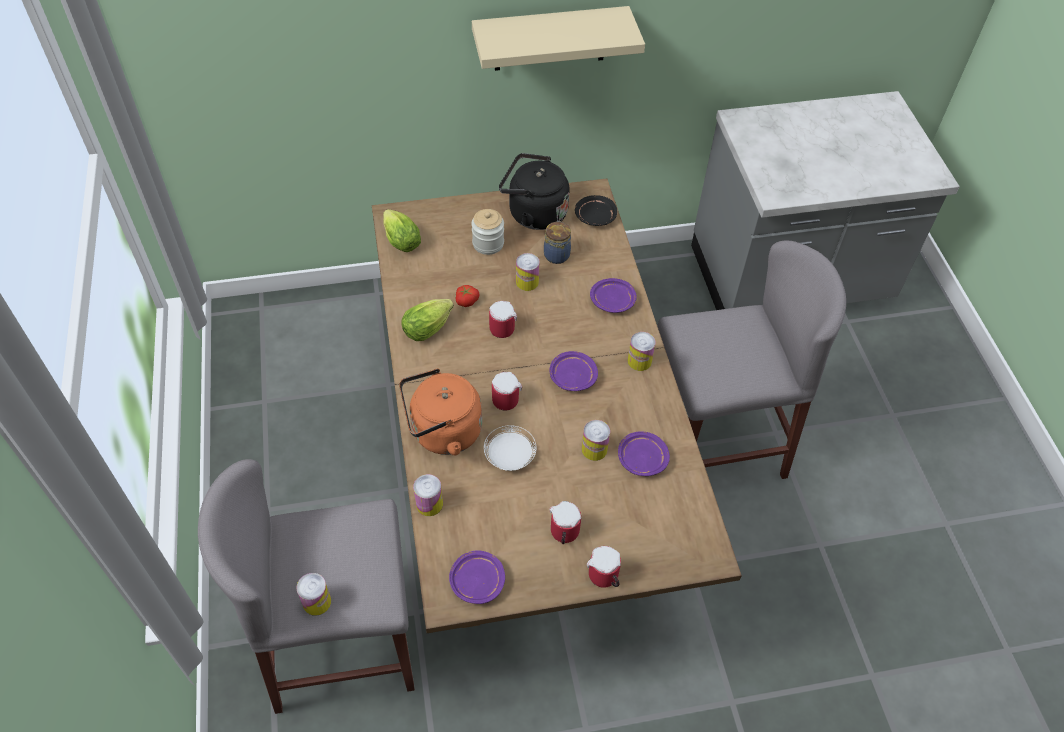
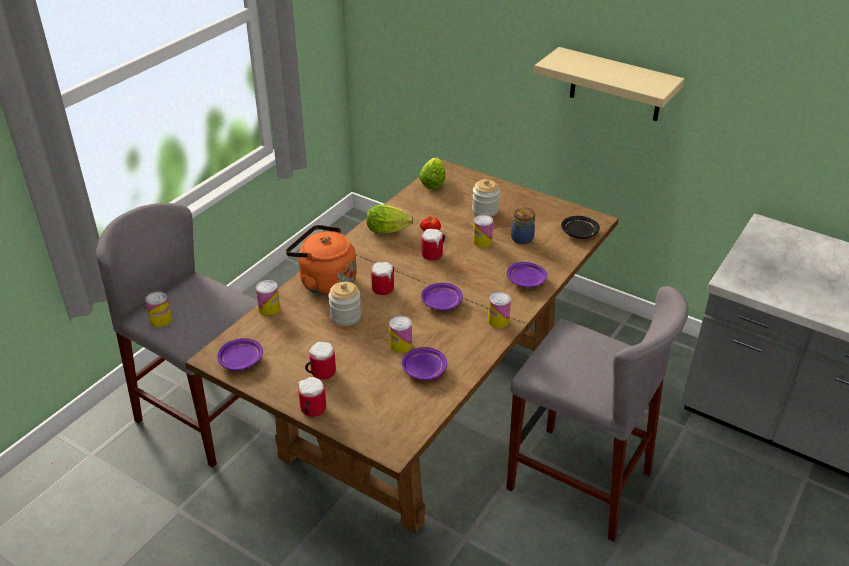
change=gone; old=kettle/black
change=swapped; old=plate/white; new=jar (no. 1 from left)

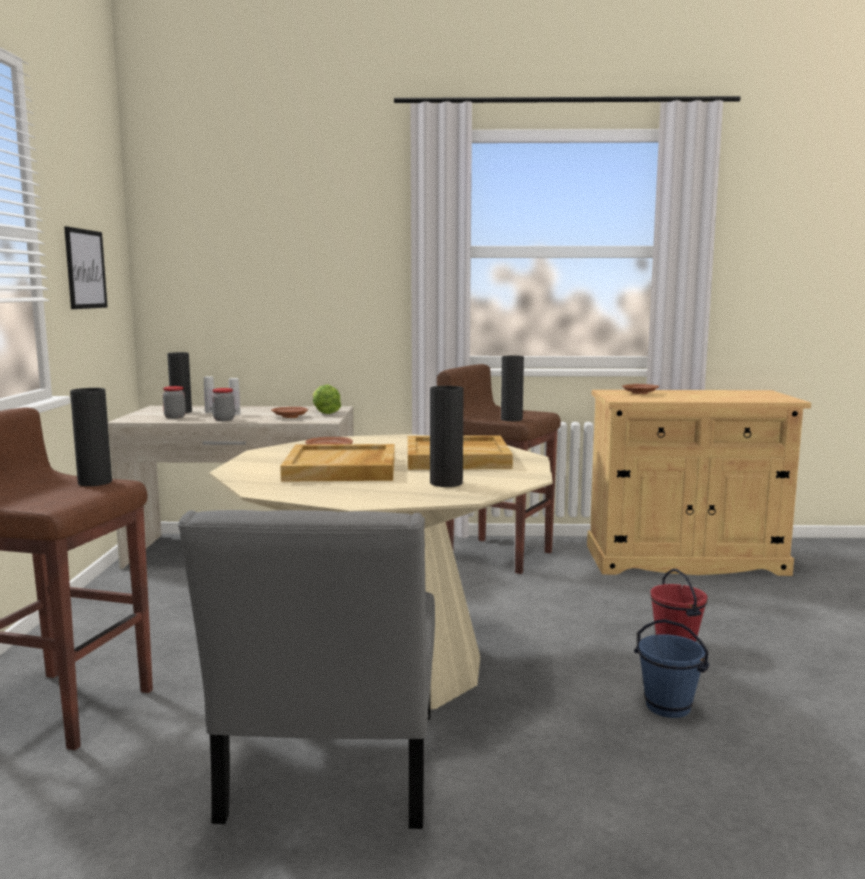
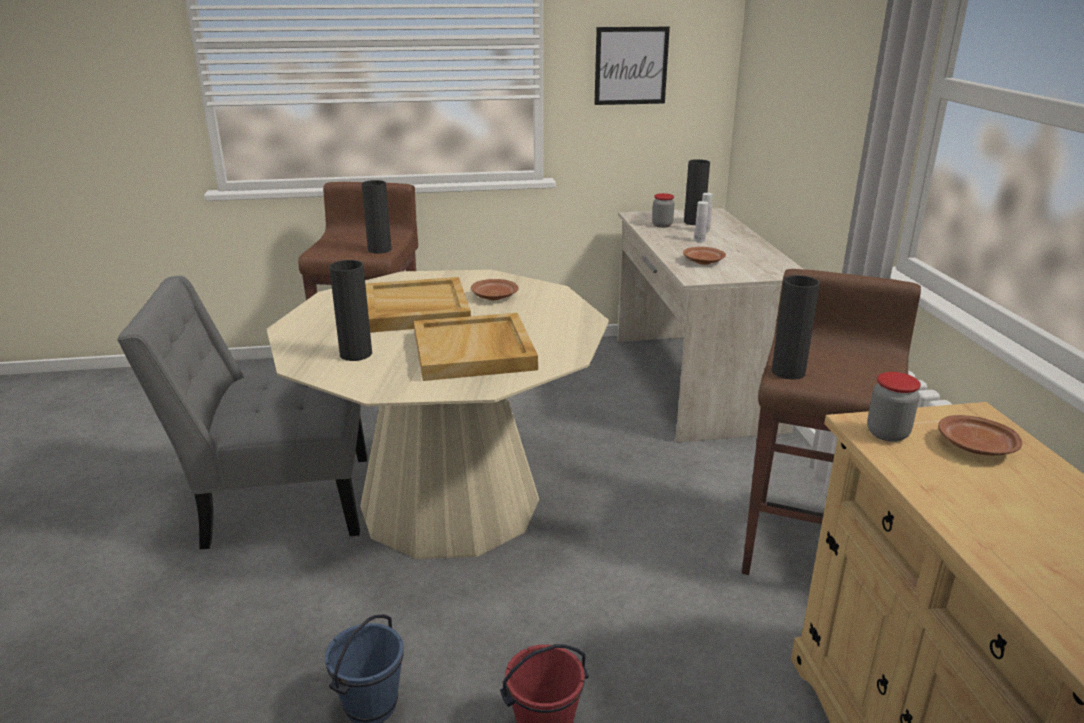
change=gone; old=lettuce
change=shifted; old=jar (no. 2 from left)

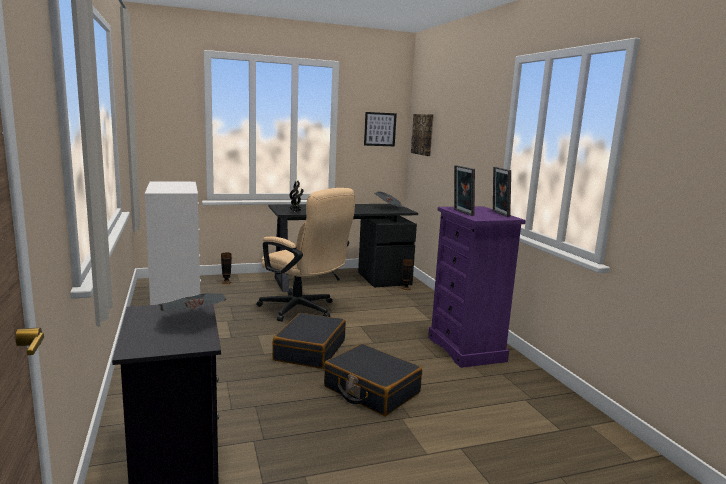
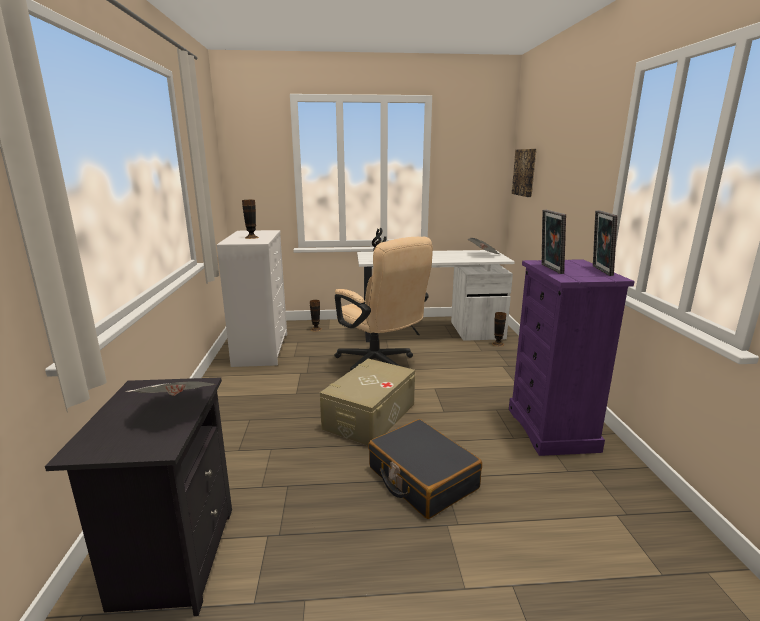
change=gone; old=picture (no. 1 from left)
change=new; new=vase (no. 1 from left)
change=swapped; old=suitcase/black (no. 1 from left); new=storage box/beige
change=repainted; old=desk/black; new=desk/white

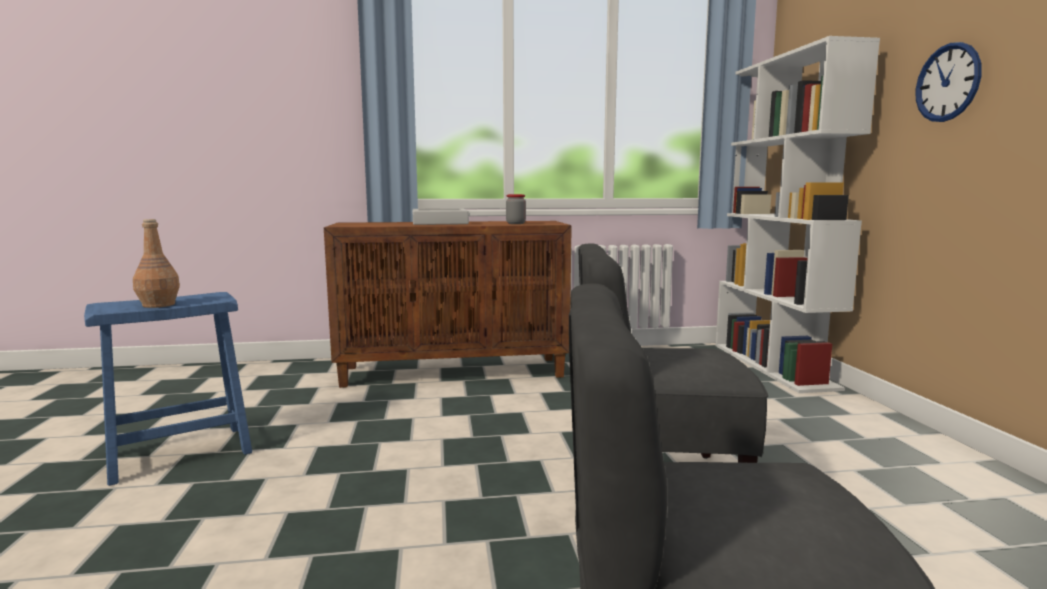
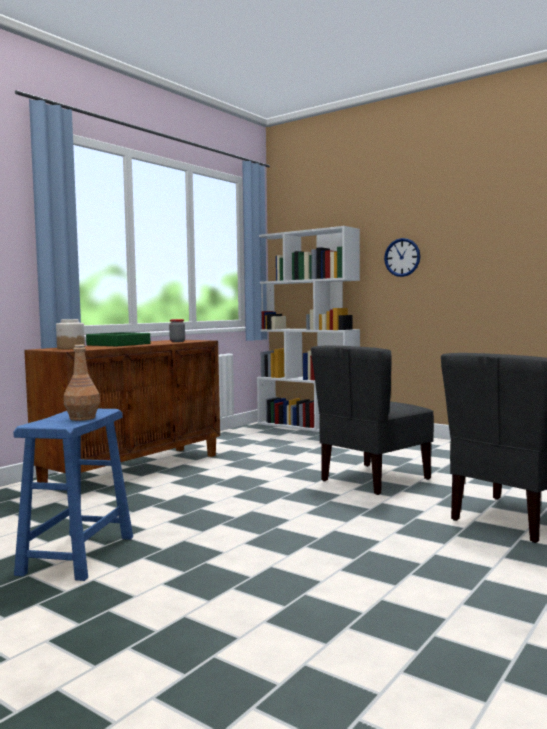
change=new; new=jar (no. 1 from left)
change=repainted; old=tray/grey; new=tray/green

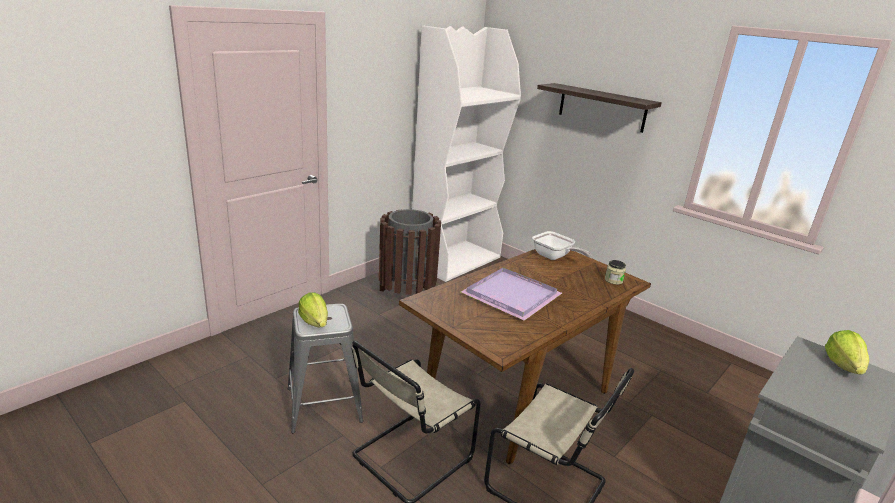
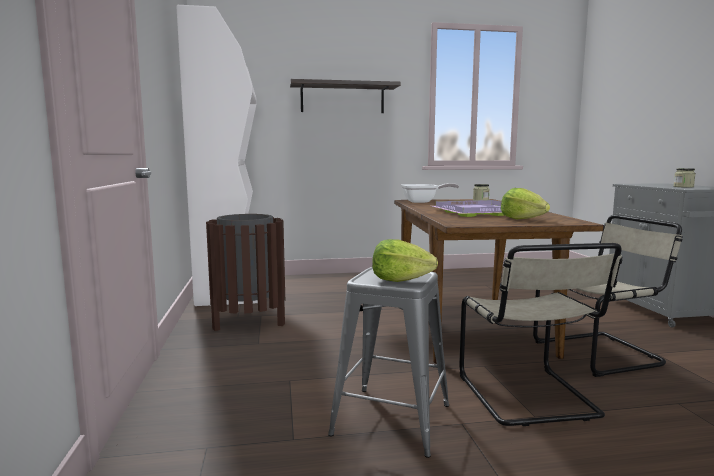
change=new; new=jar (no. 2 from left)
change=shifted; old=lettuce (no. 2 from left)

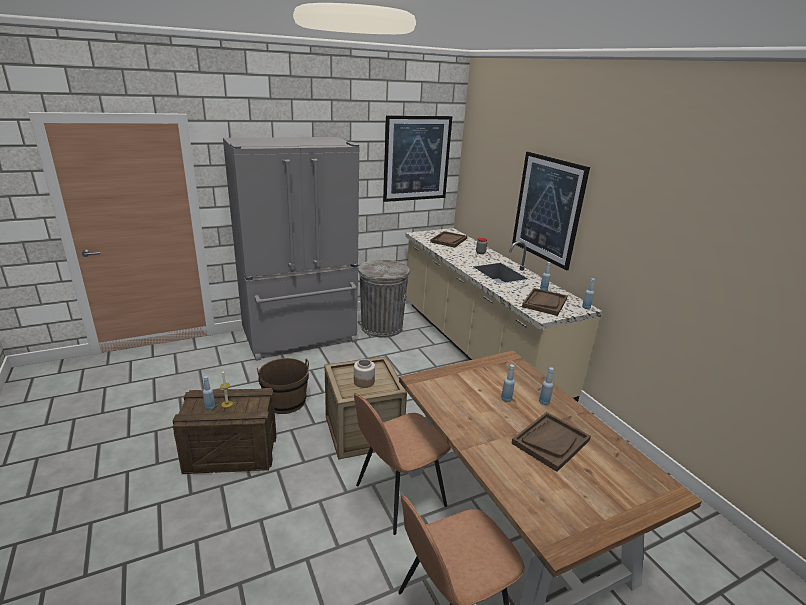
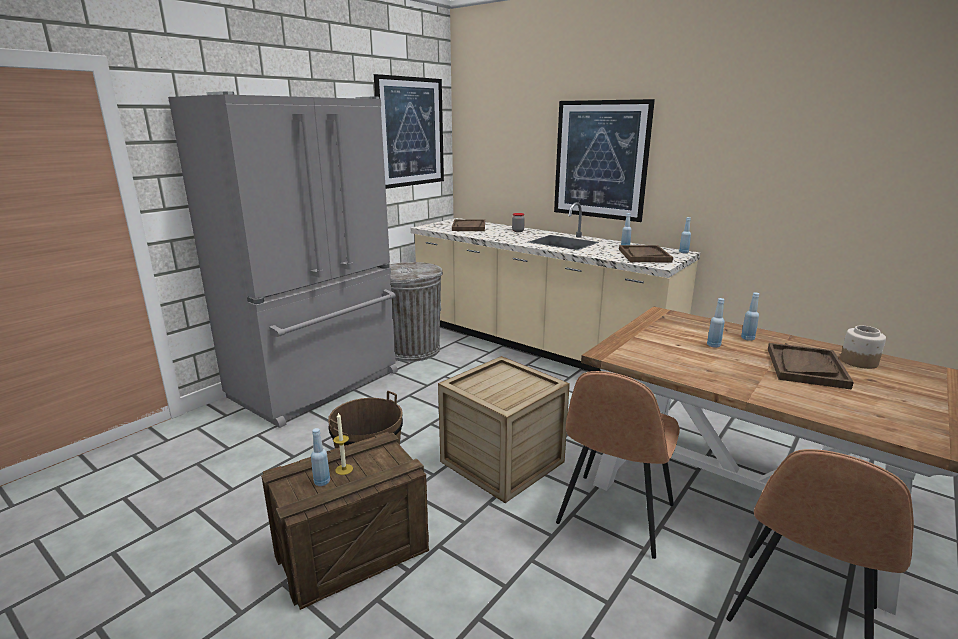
change=shifted; old=jar (no. 1 from left in the first image); new=jar (no. 2 from left)

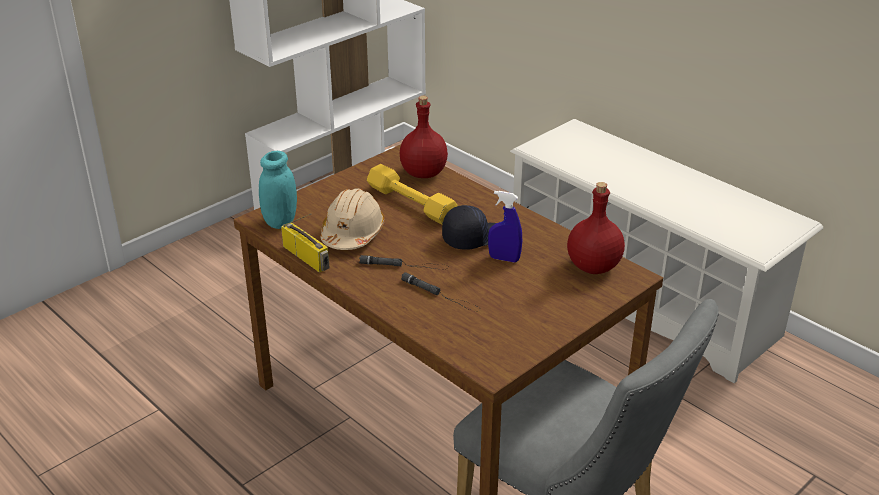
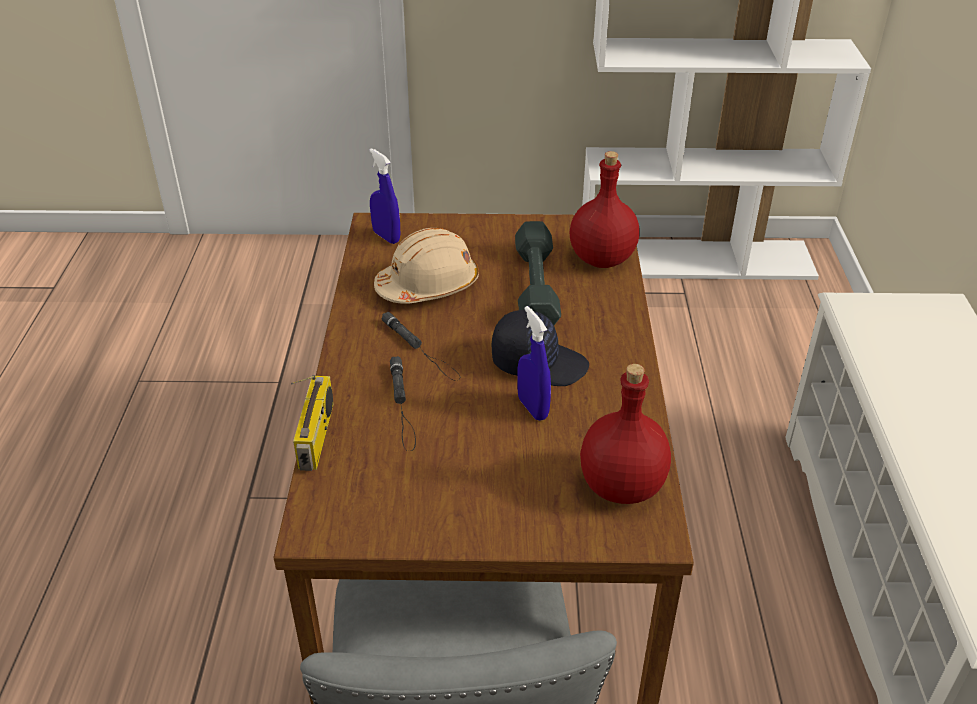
change=shifted; old=radio
change=swapped; old=jar/turquoise; new=spray bottle/blue (no. 1 from left)
change=repainted; old=dumbbell/yellow; new=dumbbell/grey

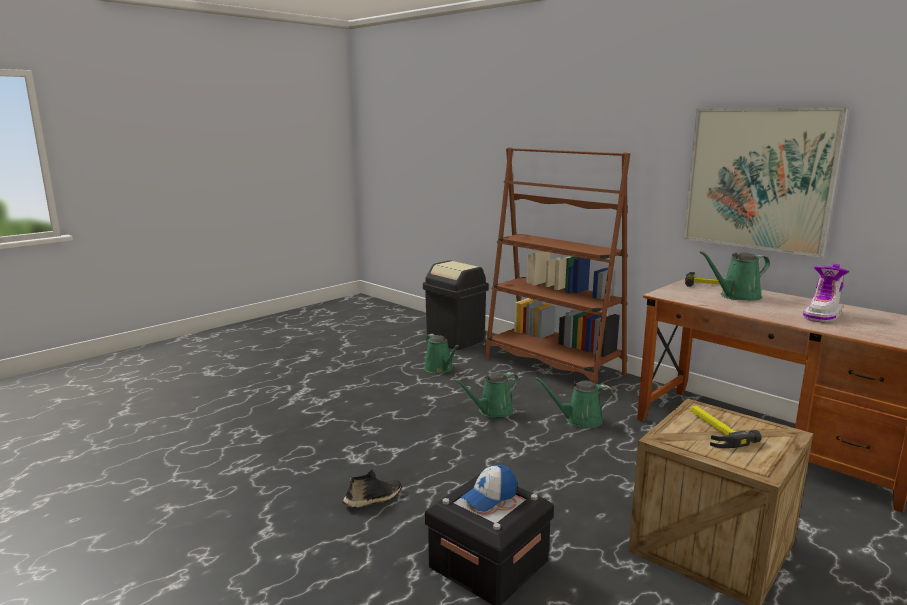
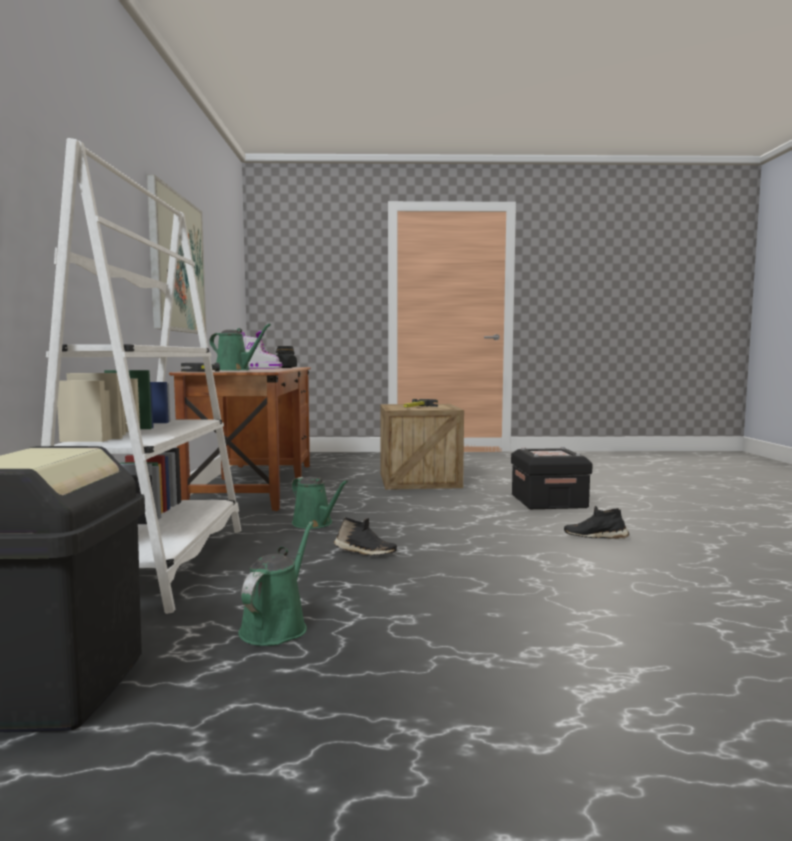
change=gone; old=cap
change=new; new=jar/black
change=swapped; old=watering can/green (no. 2 from left); new=shoe/black (no. 1 from left)
change=repainted; old=bookcase/brown; new=bookcase/white

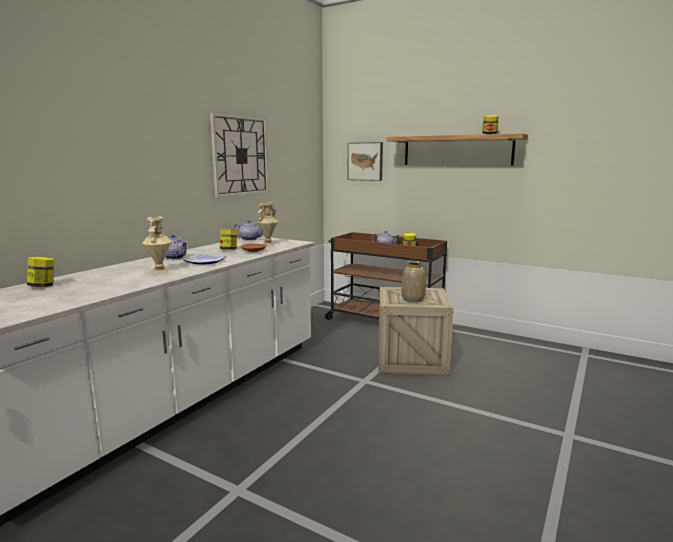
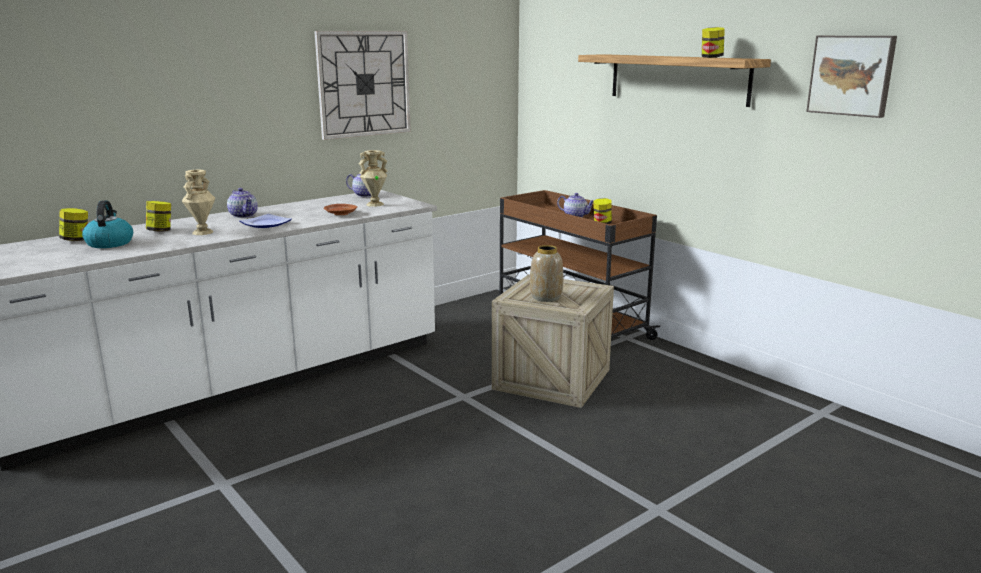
change=new; new=kettle
change=shifted; old=jar (no. 2 from left)
change=shifted; old=picture

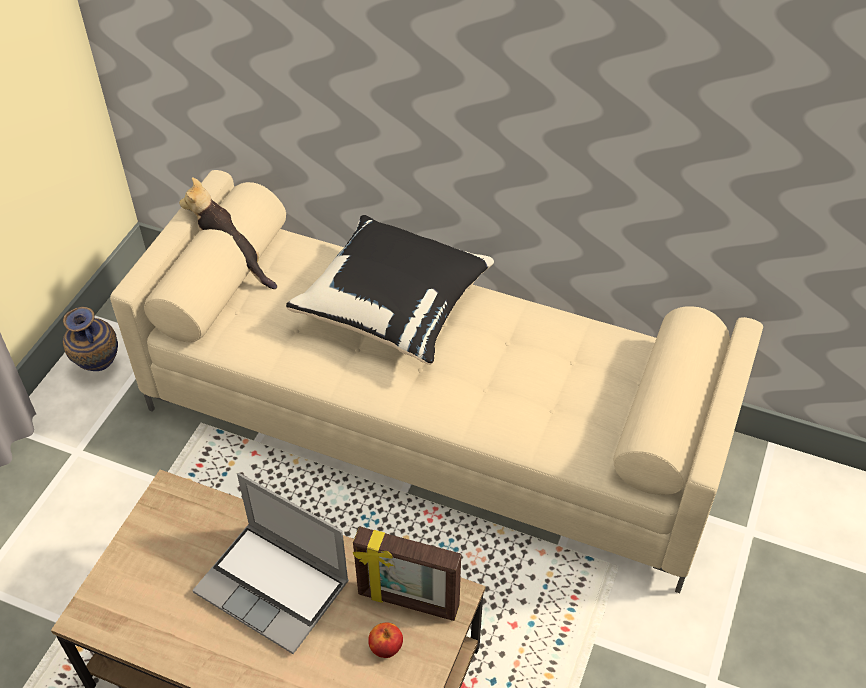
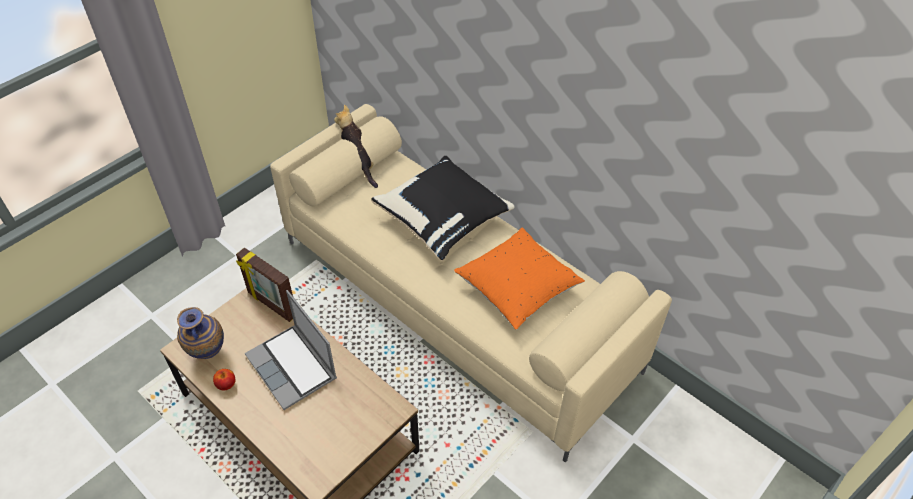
change=new; new=pillow/orange
change=shifted; old=vase
change=shifted; old=picture frame
change=shifted; old=apple

